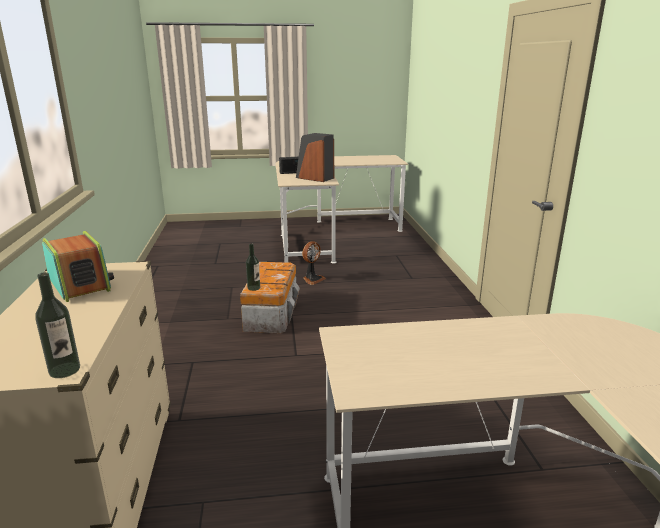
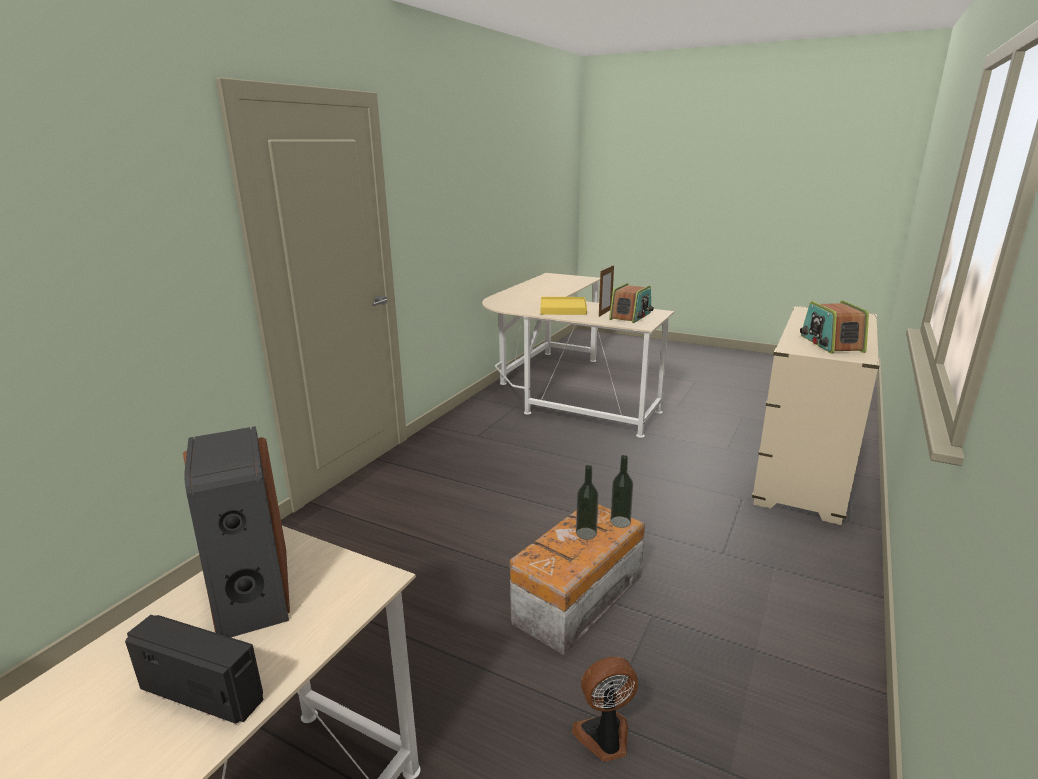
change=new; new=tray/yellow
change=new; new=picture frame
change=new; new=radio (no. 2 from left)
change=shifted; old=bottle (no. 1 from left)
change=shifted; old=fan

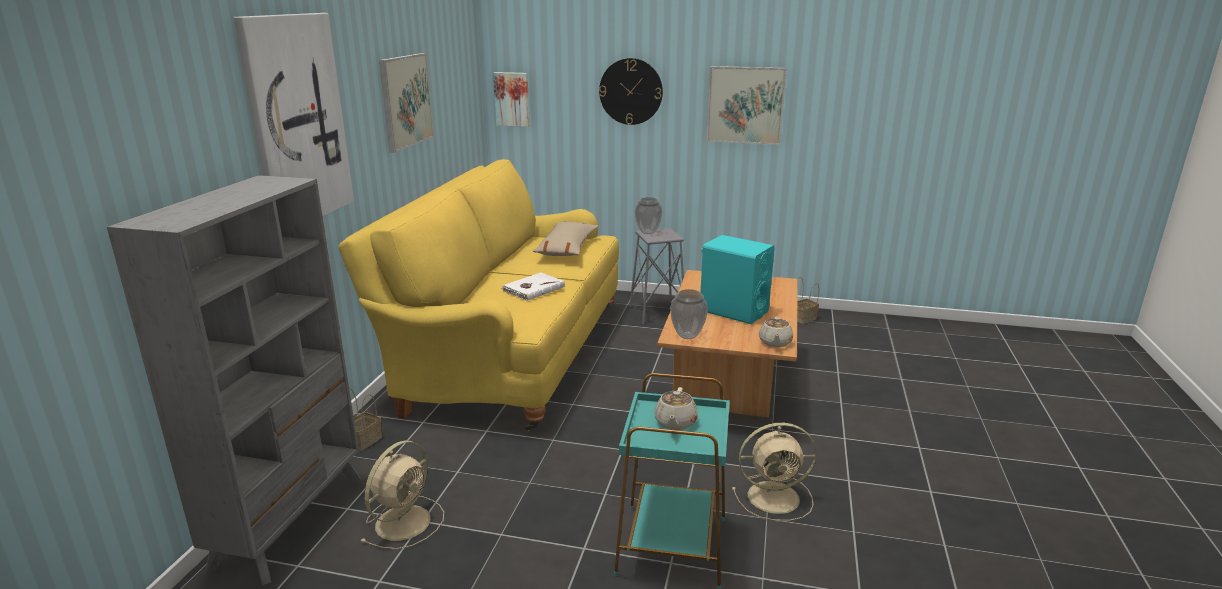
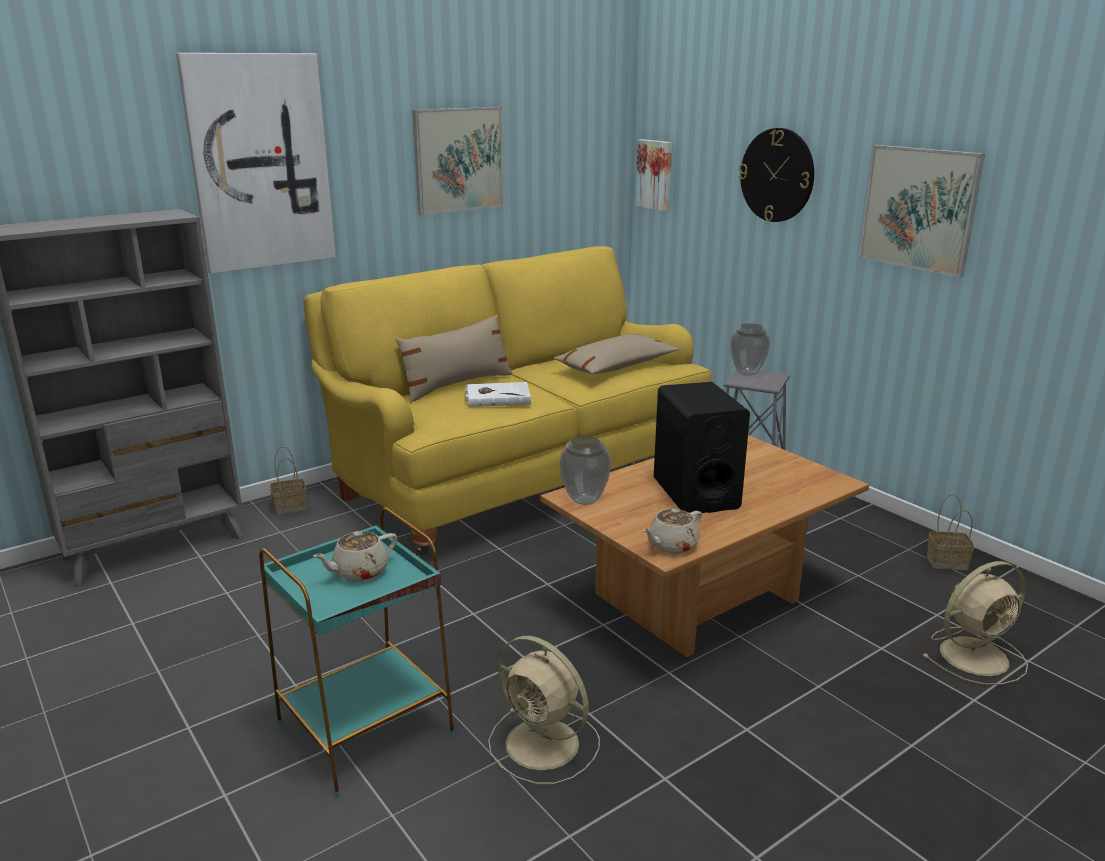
change=new; new=pillow/beige (no. 1 from left)
change=shifted; old=fan/beige (no. 1 from left in the first image); new=fan/beige (no. 2 from left)
change=repainted; old=speaker/turquoise; new=speaker/black

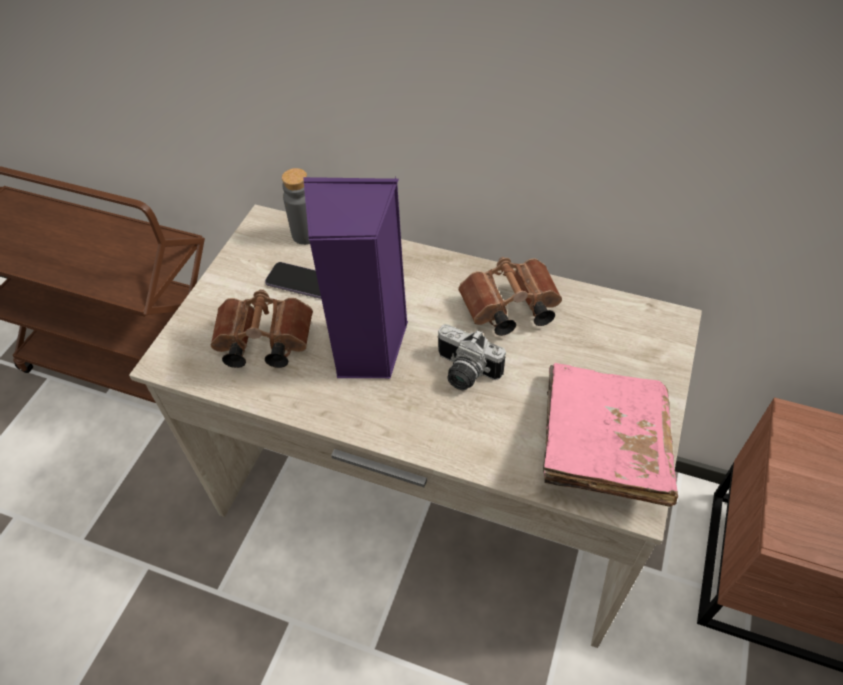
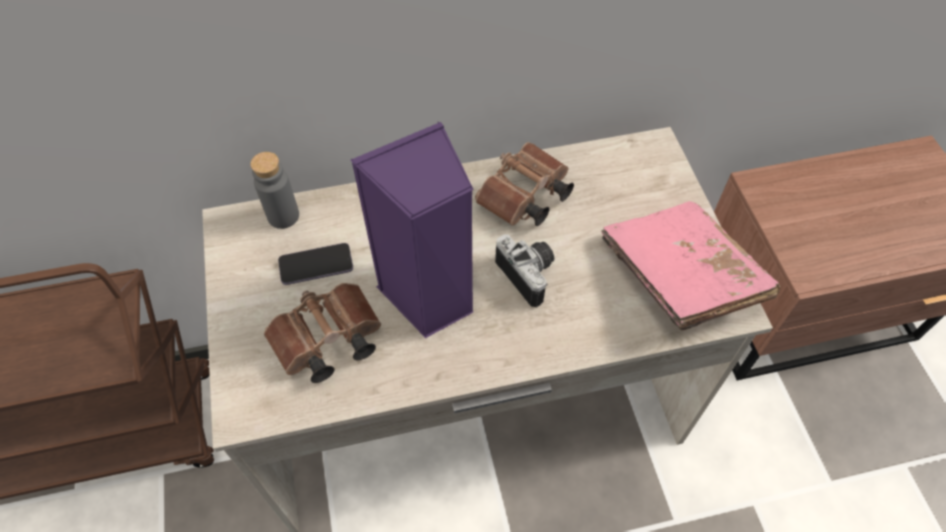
change=rotated; old=photo camera; degrees=-120

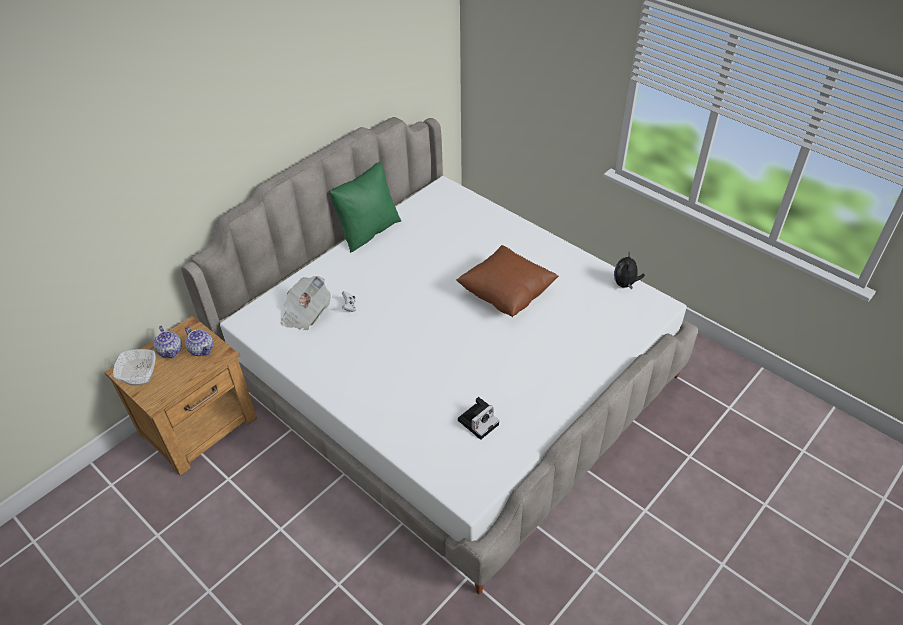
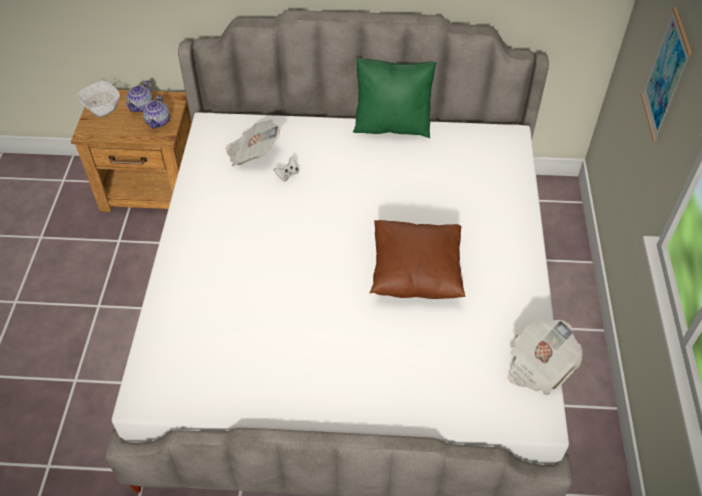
change=gone; old=photo camera
change=new; new=picture
change=swapped; old=plush toy; new=newspaper (no. 2 from left)

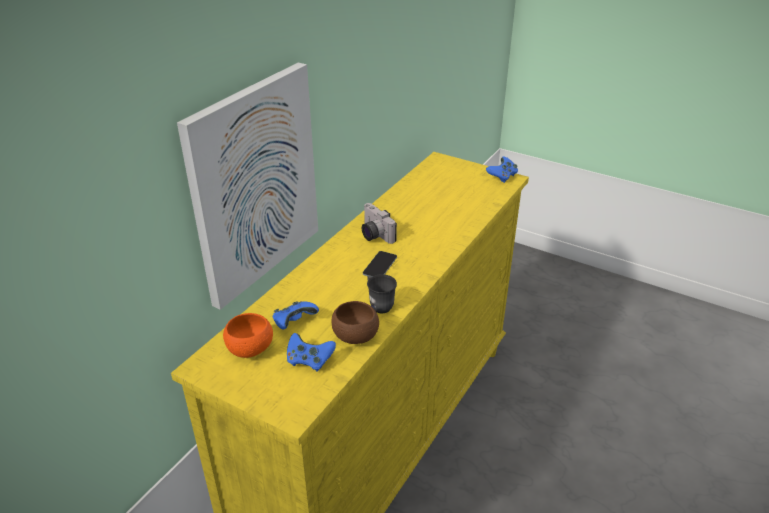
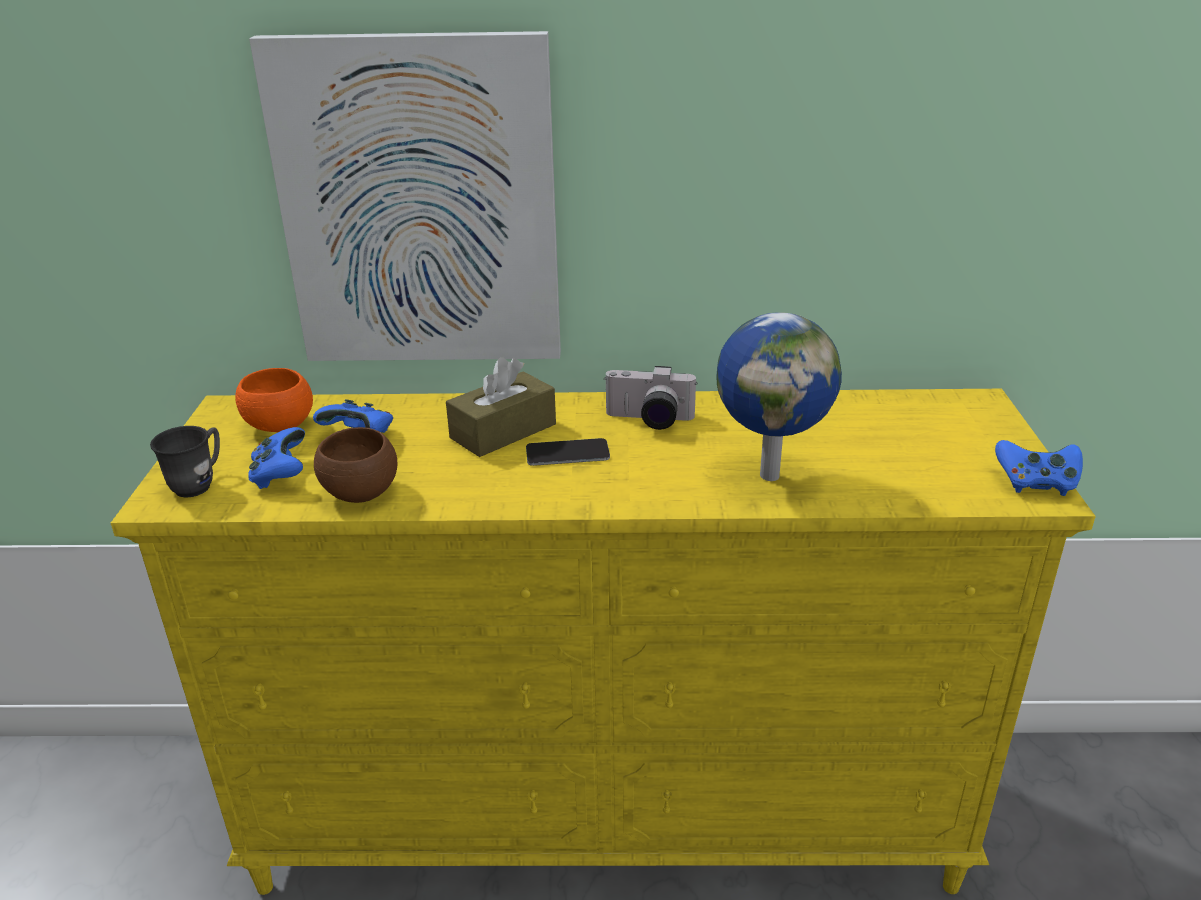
change=new; new=tissue box/brown
change=new; new=globe
change=shifted; old=mug/grey
change=rotated; old=photo camera; degrees=-105

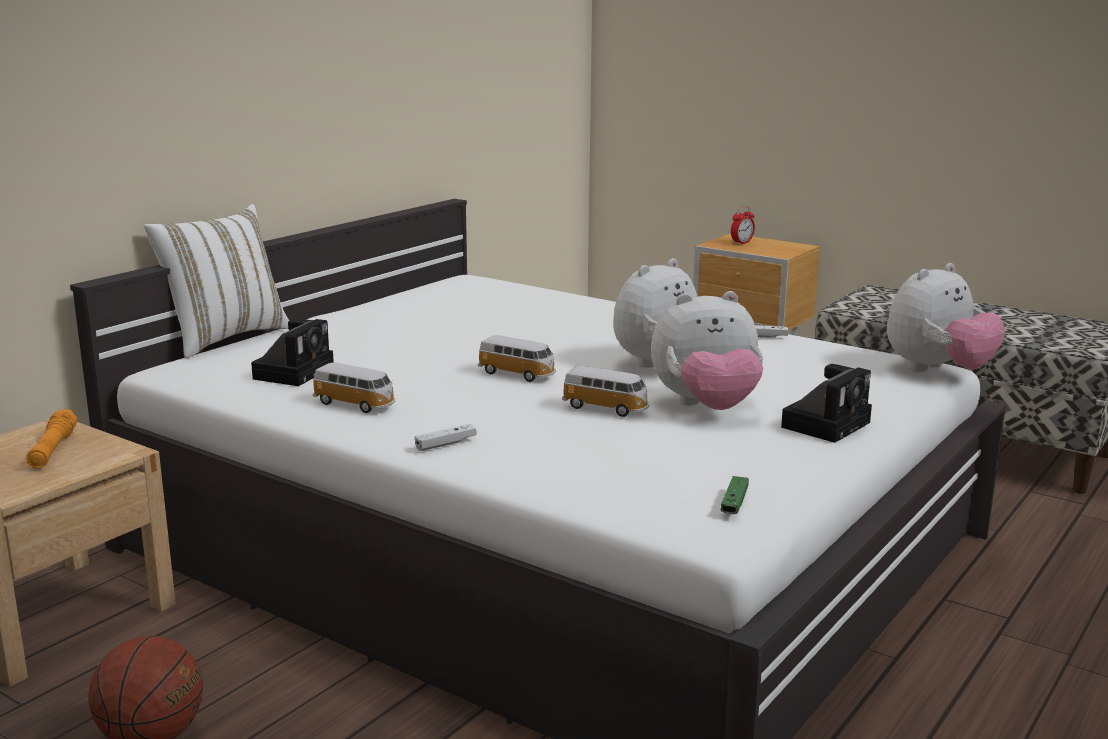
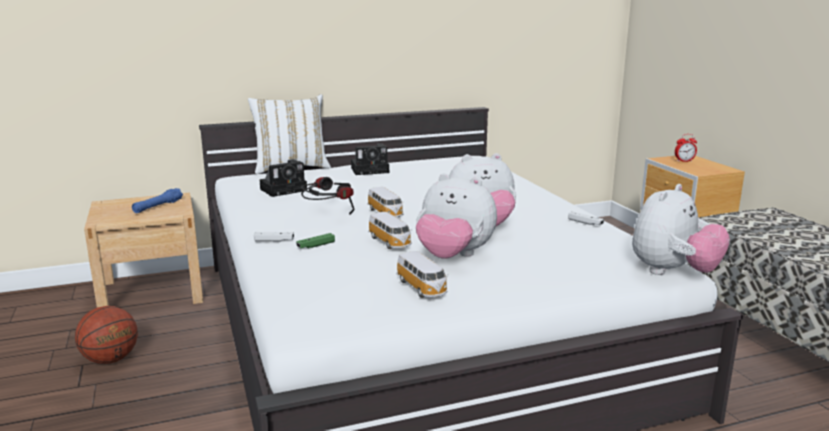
change=new; new=headphones
change=shifted; old=toy car (no. 1 from left in the first image); new=toy car (no. 3 from left)
change=shifted; old=game controller/green
change=shifted; old=photo camera (no. 2 from left)
change=repainted; old=flashlight/orange; new=flashlight/blue
change=rotated; old=plush toy (no. 3 from left); degrees=-45

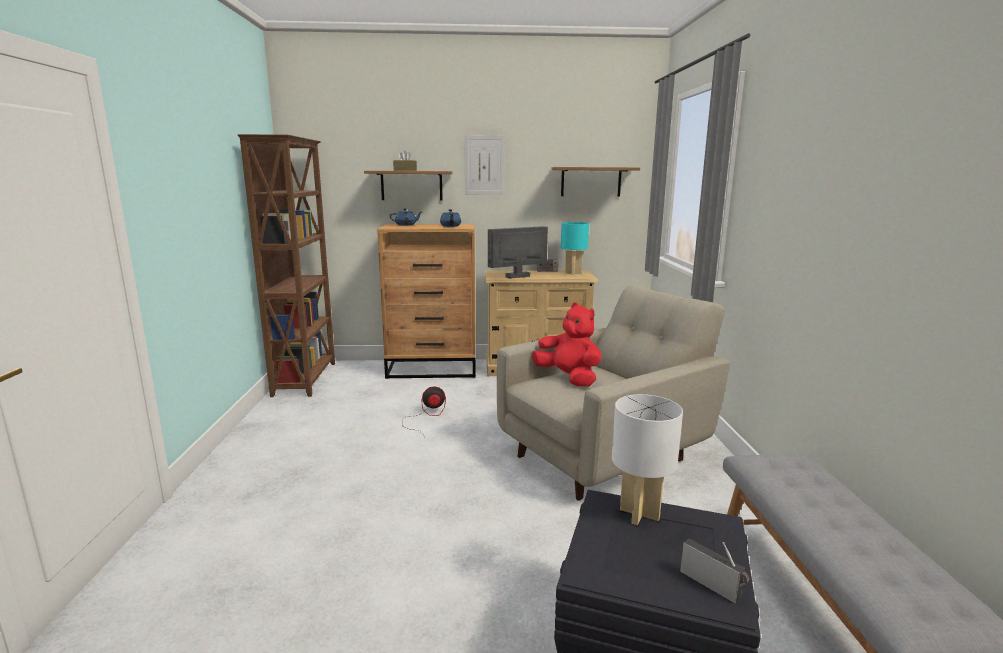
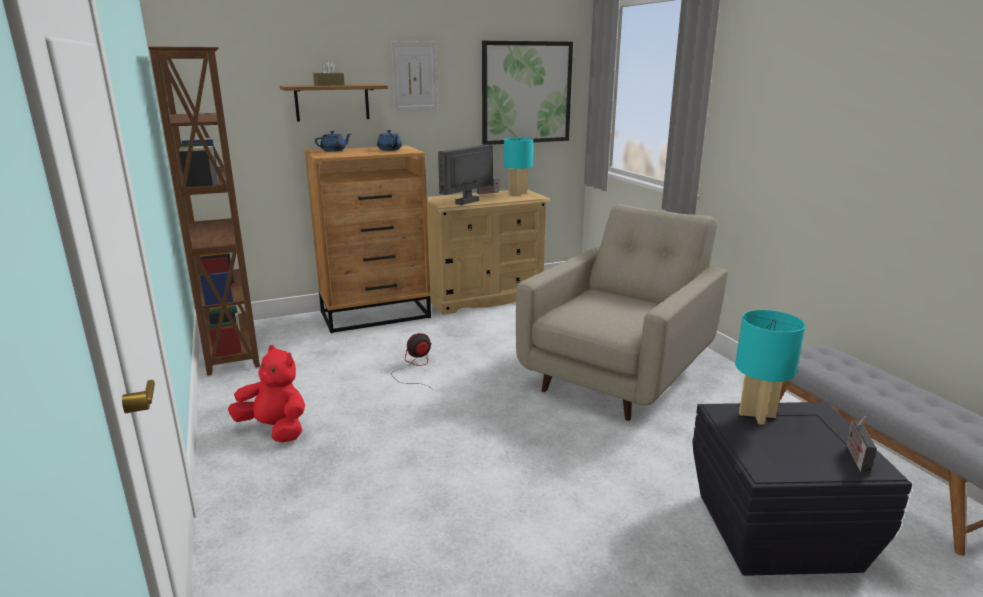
change=shifted; old=plush toy/red
change=swapped; old=shelf (no. 2 from left); new=picture (no. 2 from left)
change=repainted; old=table lamp/white; new=table lamp/turquoise (no. 2 from left)
change=rotated; old=radio (no. 2 from left); degrees=-105

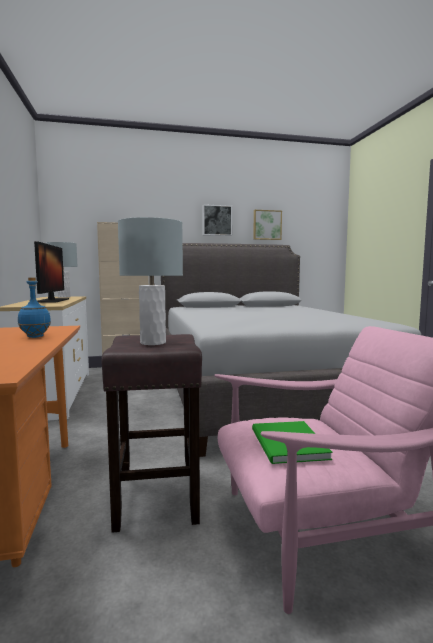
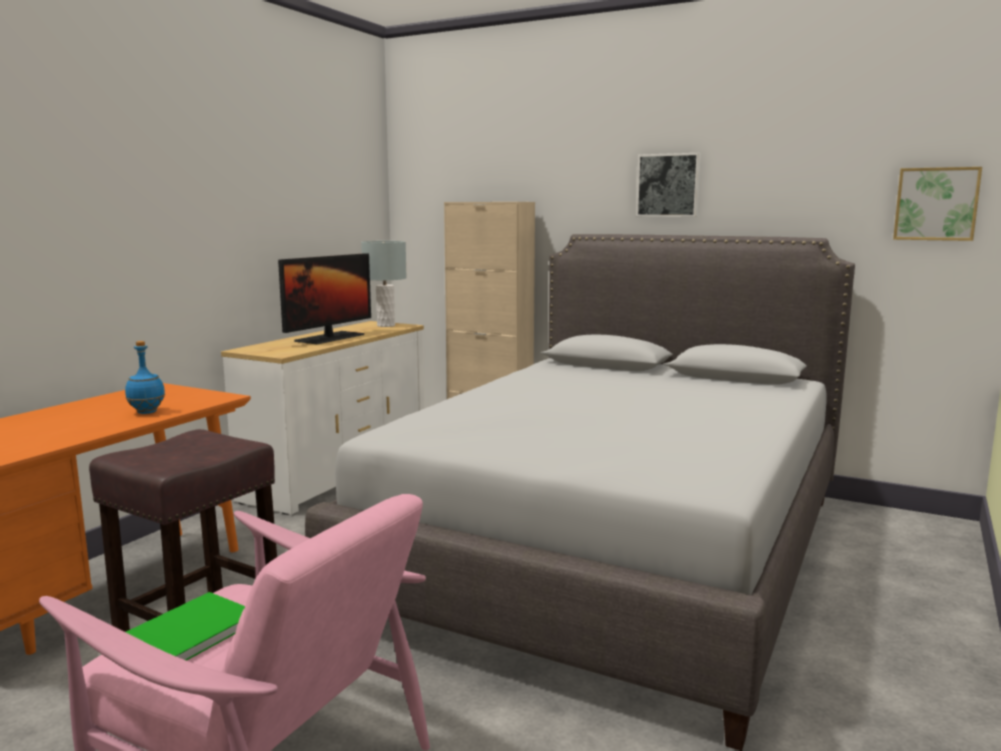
change=gone; old=table lamp/grey (no. 2 from left)
change=shifted; old=picture (no. 2 from left)

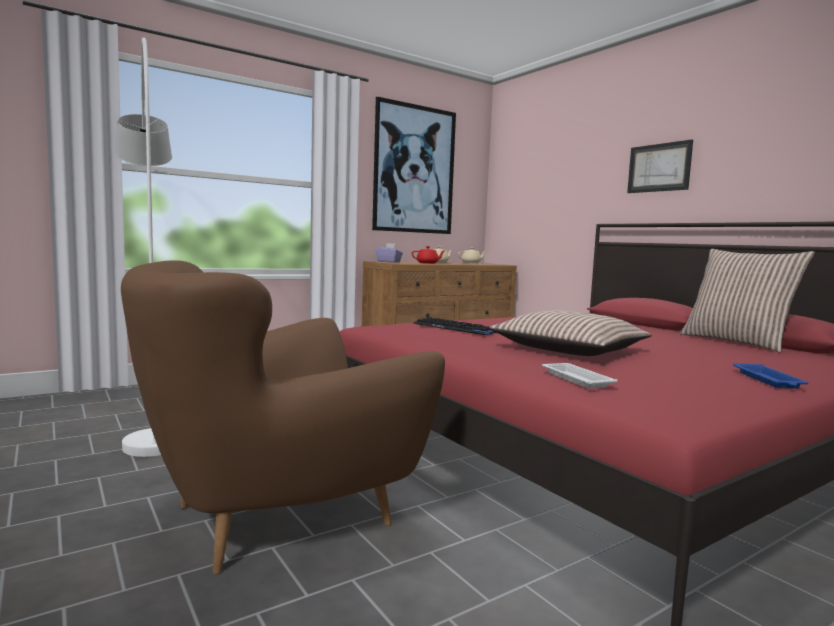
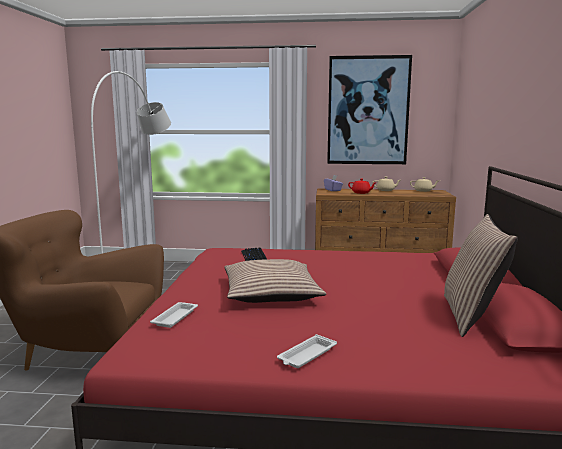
change=gone; old=picture (no. 2 from left)
change=repainted; old=tray/blue; new=tray/white (no. 2 from left)

